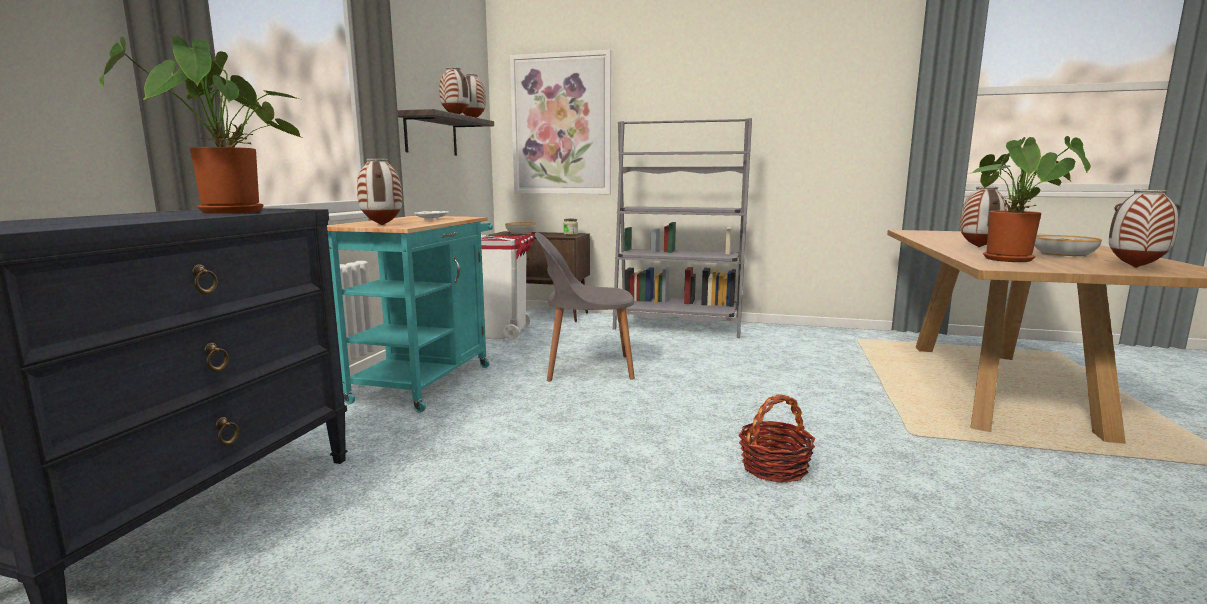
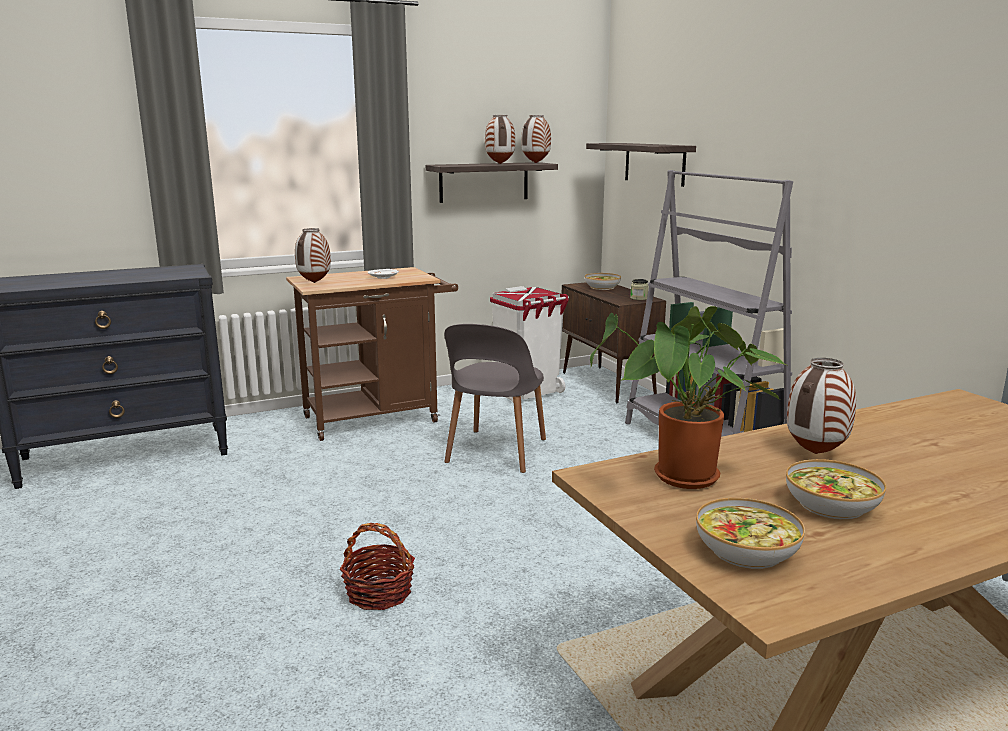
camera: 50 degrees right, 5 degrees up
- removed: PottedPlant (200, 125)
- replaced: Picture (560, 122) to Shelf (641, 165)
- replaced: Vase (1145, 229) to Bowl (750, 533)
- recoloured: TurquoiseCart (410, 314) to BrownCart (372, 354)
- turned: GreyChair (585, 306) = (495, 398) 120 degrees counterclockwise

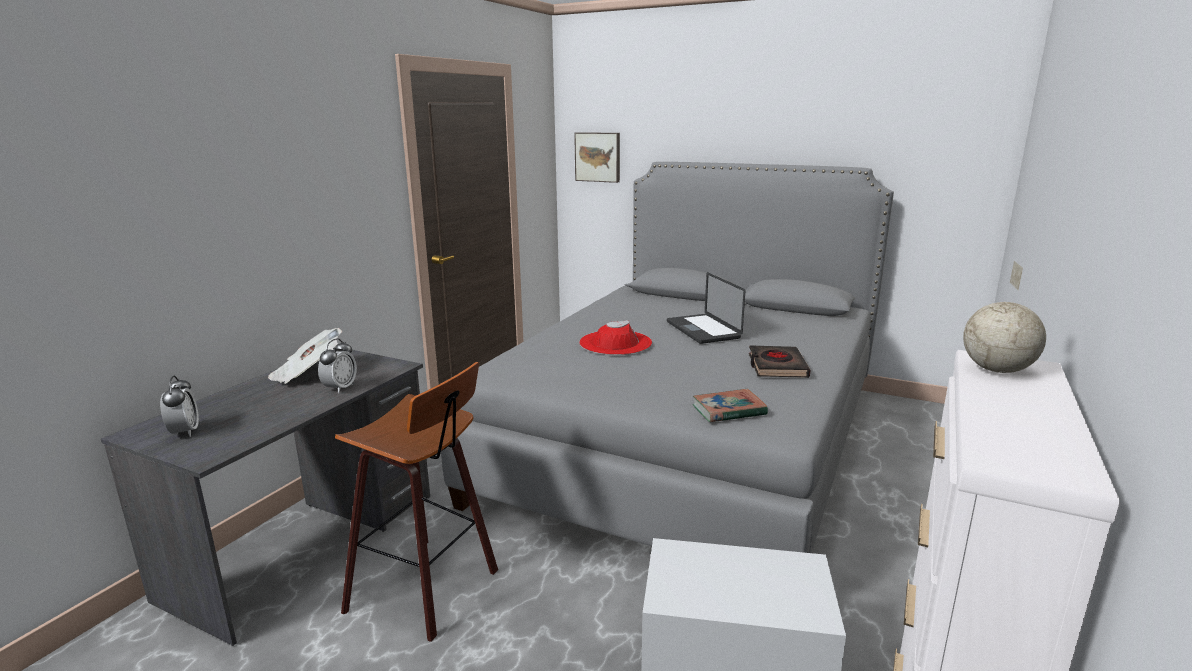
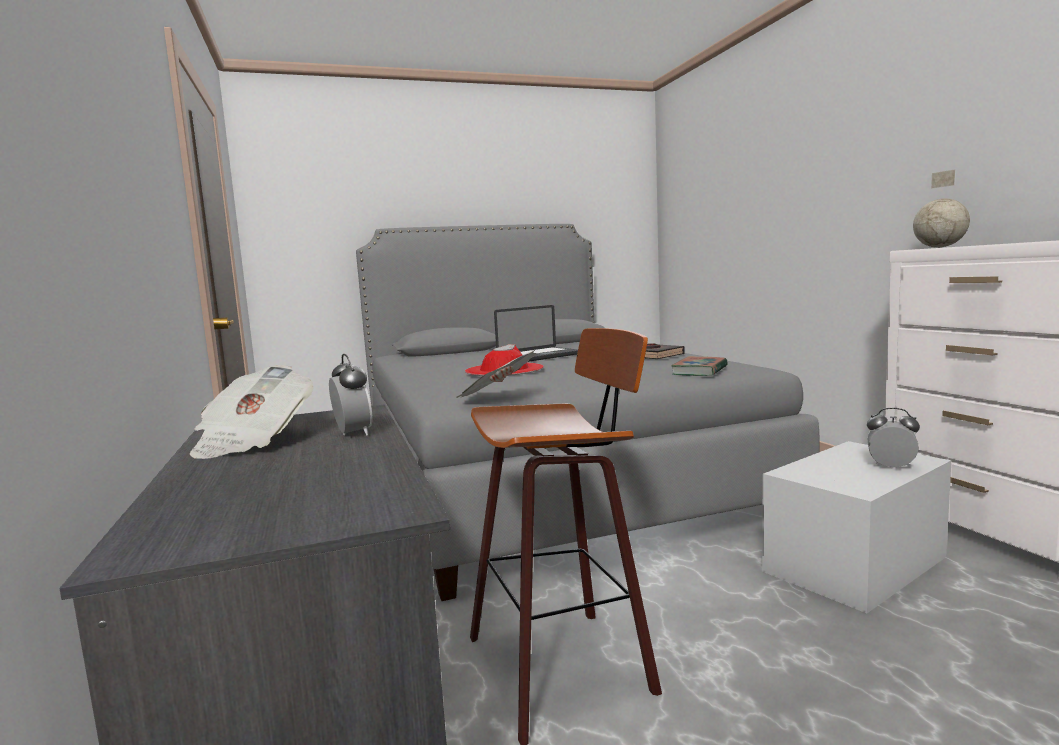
camera: 45 degrees left, 10 degrees down
- removed: Picture (597, 157)
- added: Newspaper (496, 374)
- moved: AlarmClock (179, 406) to (893, 438)
- turned: Laptop (706, 308) = (536, 333) 60 degrees counterclockwise

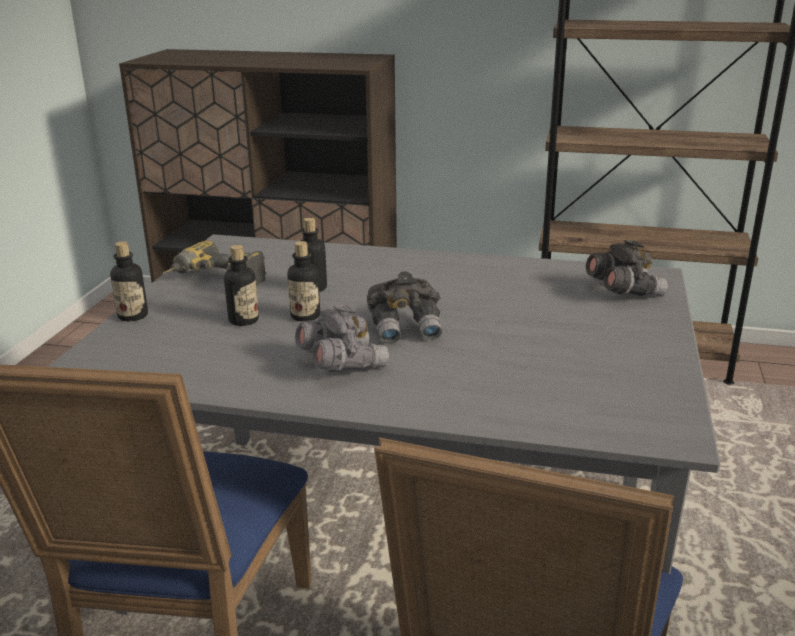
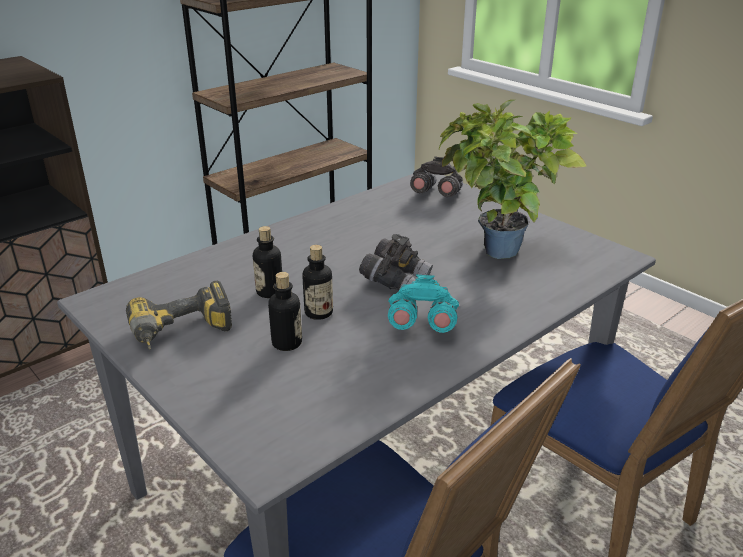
camera: 55 degrees left, 5 degrees up
- removed: Bottle (129, 281)
- added: PottedPlant (513, 179)
- recoloured: GreyBinoculars (342, 338) to TurquoiseBinoculars (423, 304)

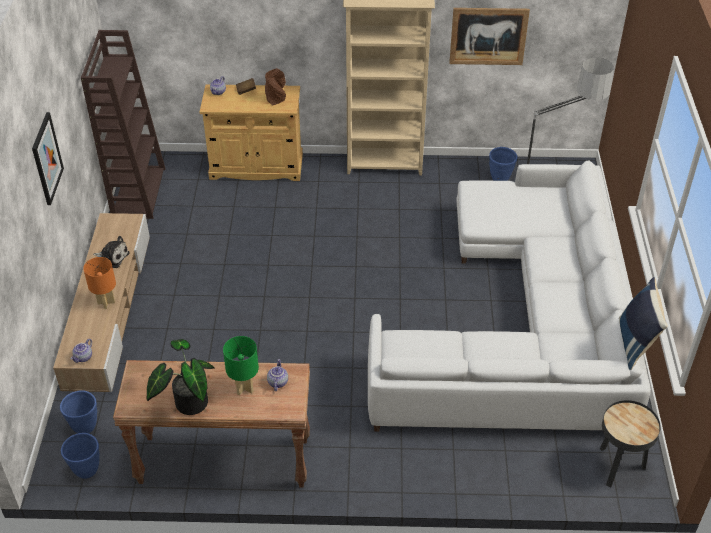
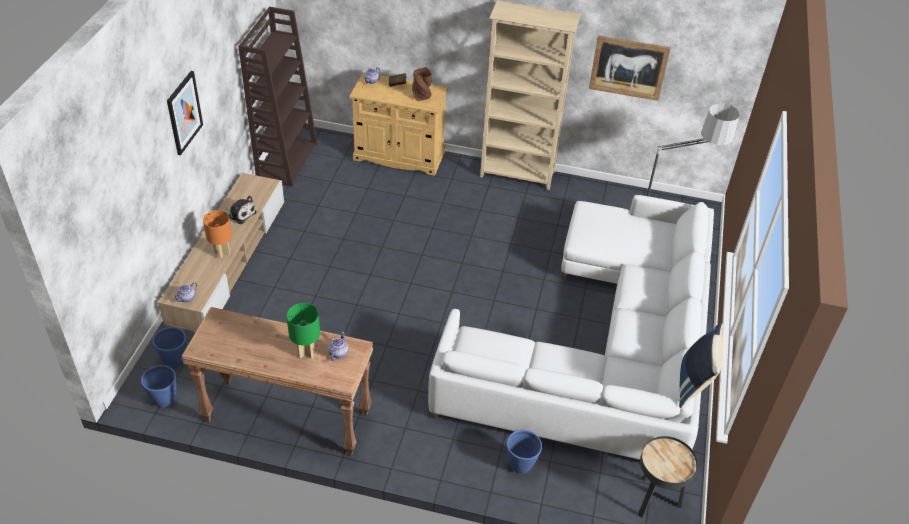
camera: 10 degrees right, 0 degrees up
- removed: PottedPlant (181, 377)
- moved: BluePlanter (503, 164) to (524, 452)

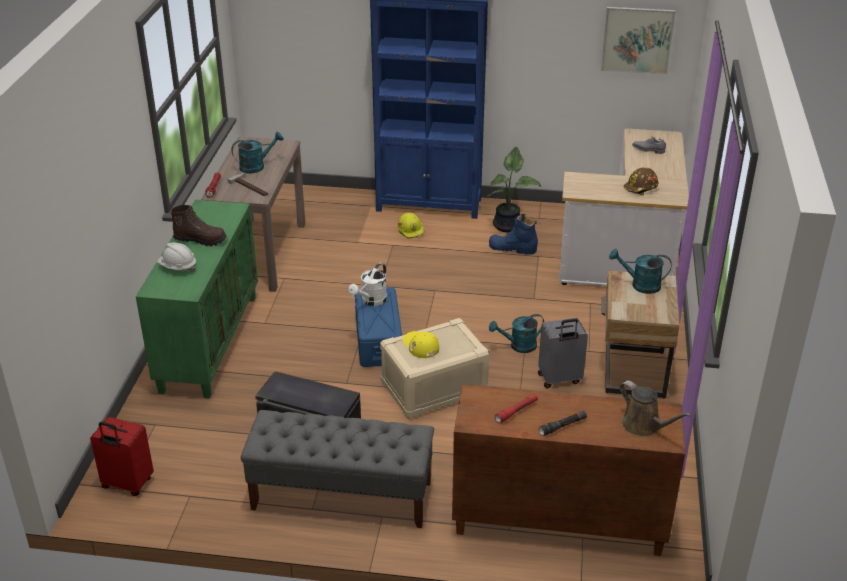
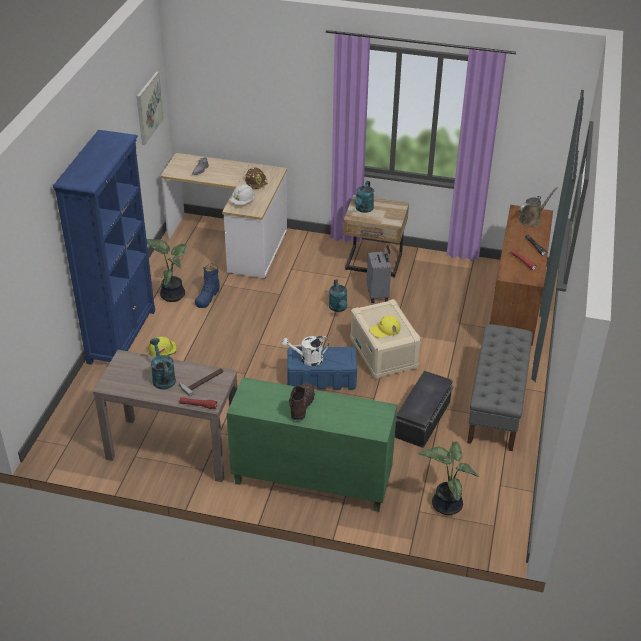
camera: 85 degrees left, 5 degrees up
- removed: RedSuitcase (122, 456)
- added: PottedPlant (448, 478)
- moved: WhiteHardHat (176, 257) to (243, 194)
- turned: WhiteWateringCan (368, 284) = (305, 351) 135 degrees clockwise

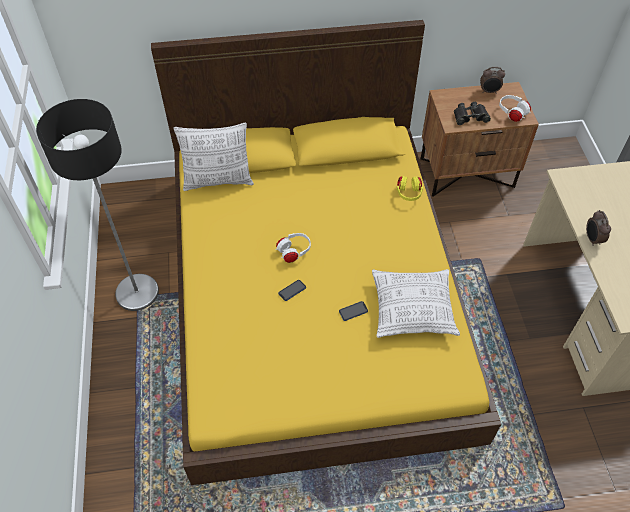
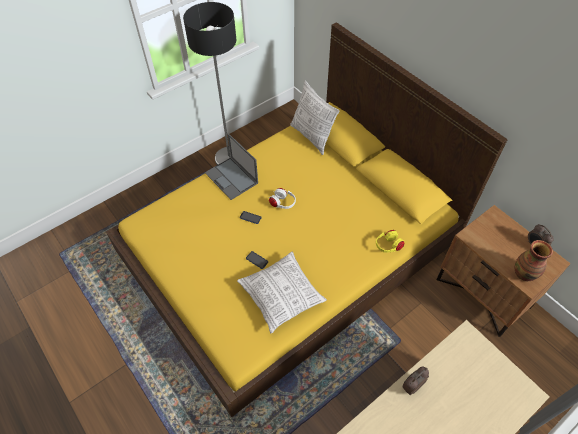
camera: 60 degrees right, 0 degrees up
- removed: BlackBinoculars (472, 113)
- added: Laptop (231, 167)
- replaced: WhiteHeadphones (515, 108) to Vase (534, 260)

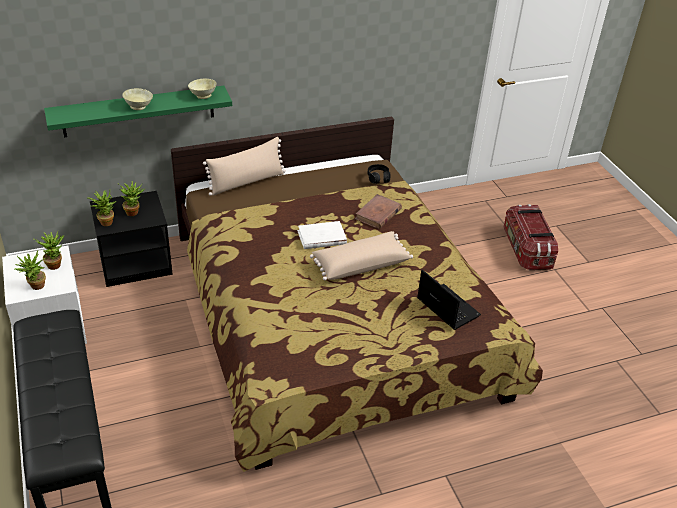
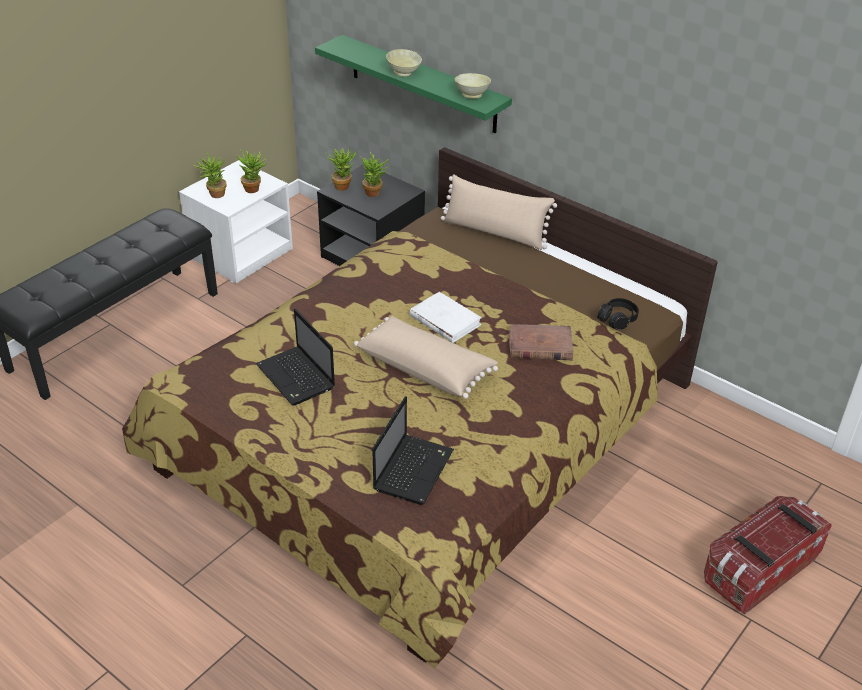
camera: 60 degrees right, 0 degrees up
- added: Laptop (295, 357)

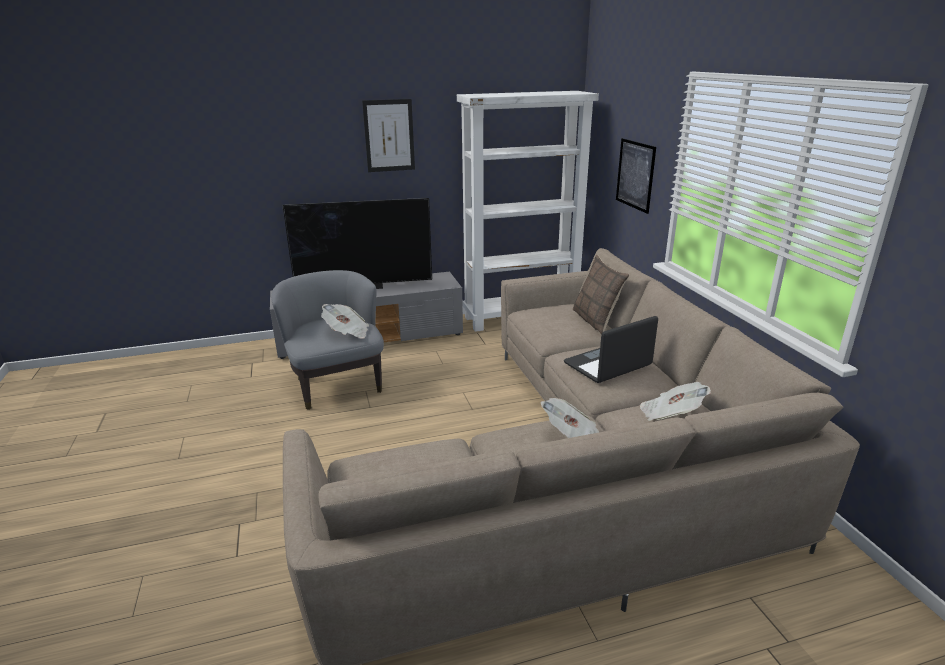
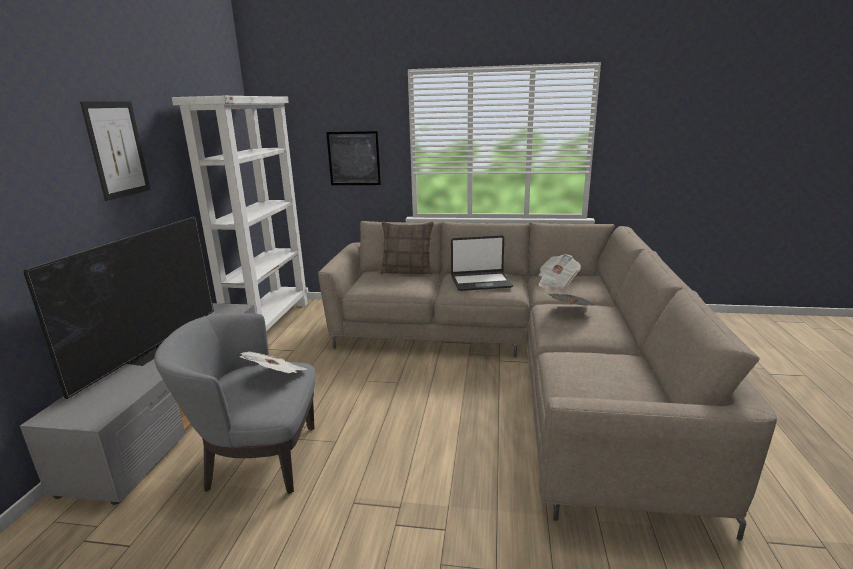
camera: 65 degrees left, 5 degrees down
- turned: Laptop (611, 349) = (482, 263) 90 degrees counterclockwise

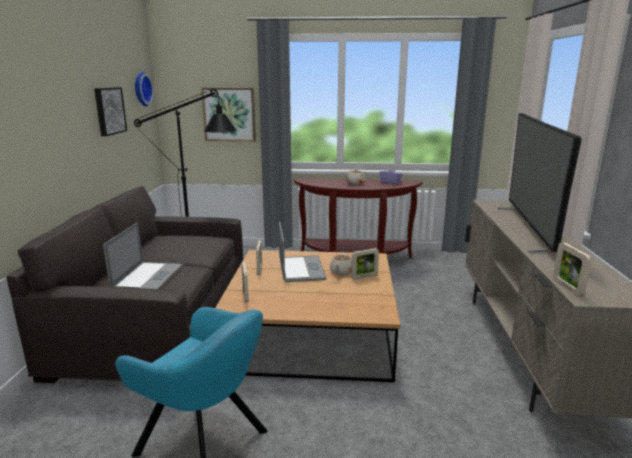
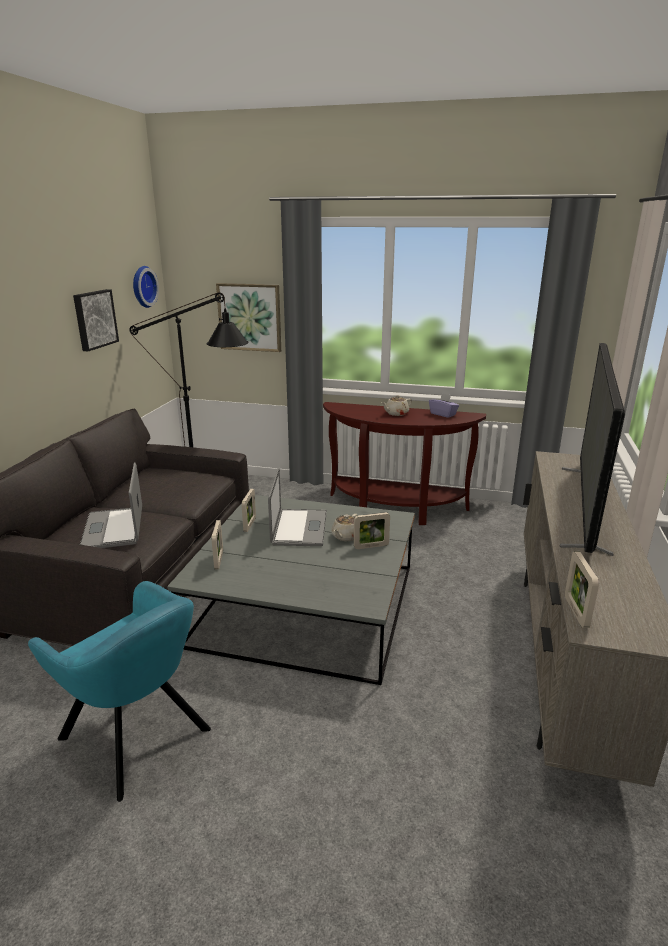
camera: 10 degrees right, 5 degrees up
- recoloured: BrownCoffeeTable (307, 316) to GreyCoffeeTable (291, 590)
- turned: Laptop (143, 255) = (111, 505) 150 degrees clockwise

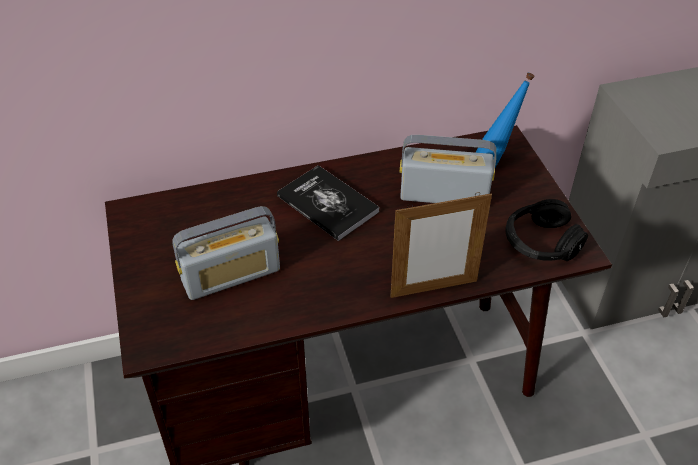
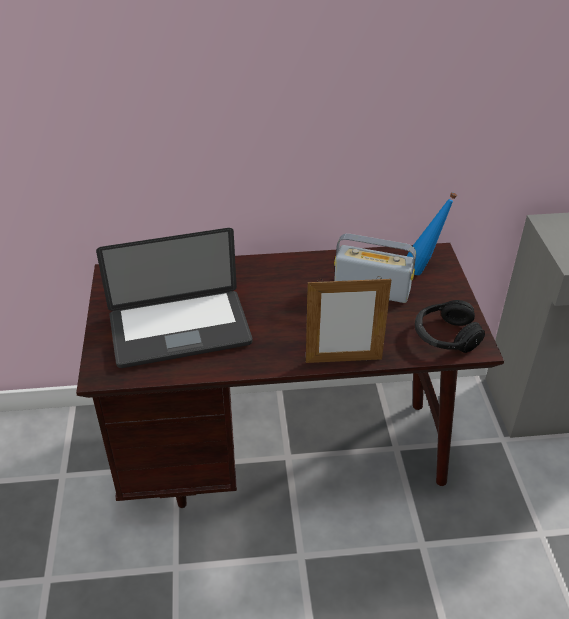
camera: 10 degrees right, 5 degrees down
- removed: Book (328, 203)
- replaced: Radio (226, 253) to Laptop (174, 298)

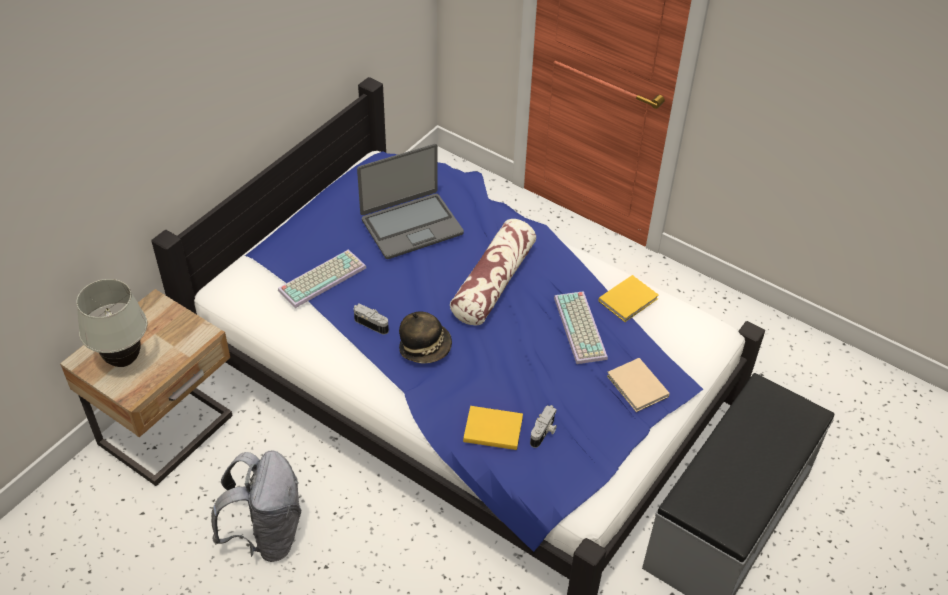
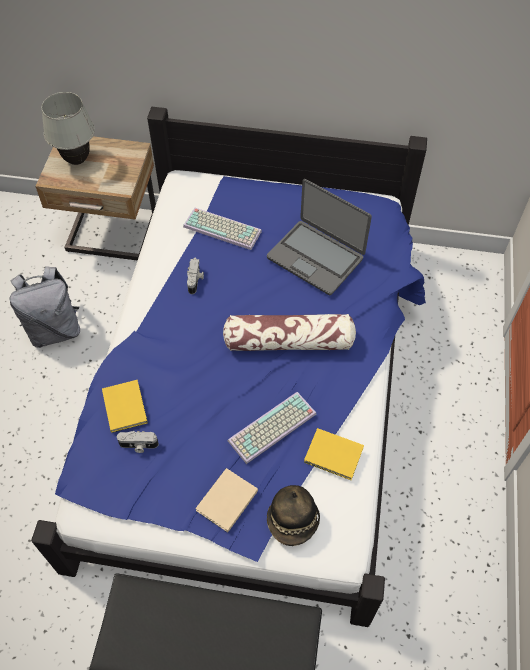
camera: 65 degrees right, 10 degrees up
- moved: Hat (425, 337) to (293, 515)

